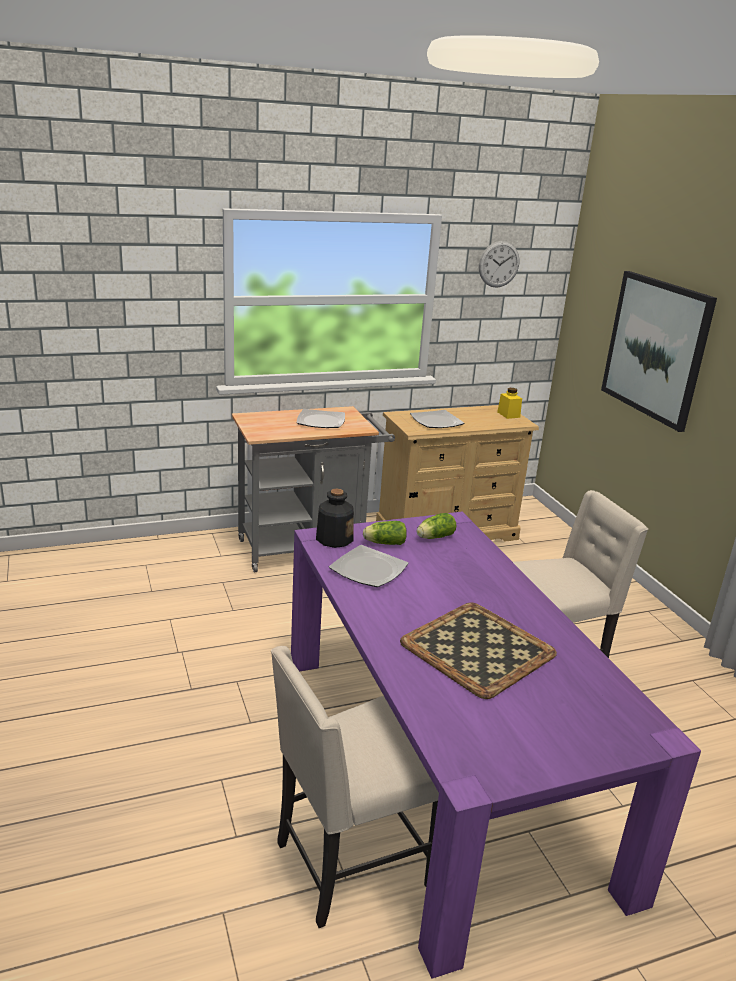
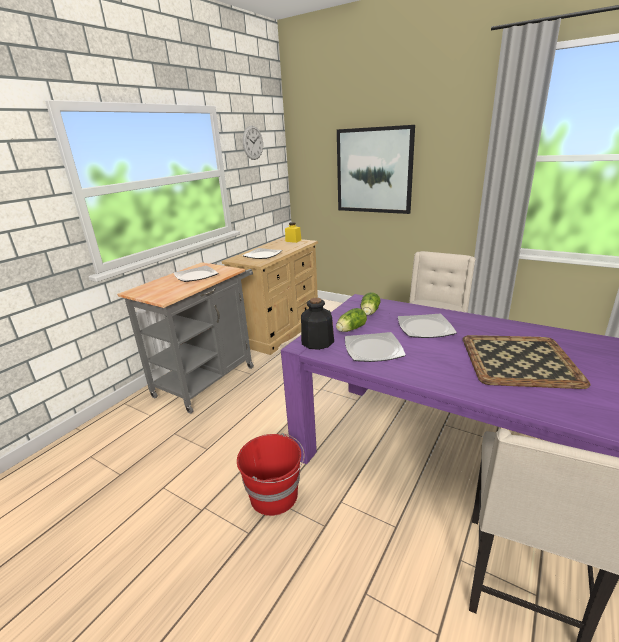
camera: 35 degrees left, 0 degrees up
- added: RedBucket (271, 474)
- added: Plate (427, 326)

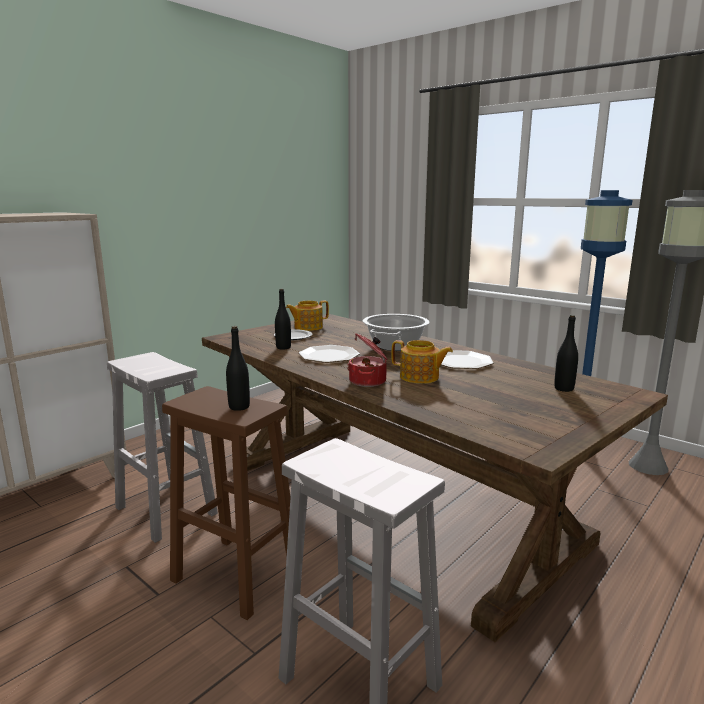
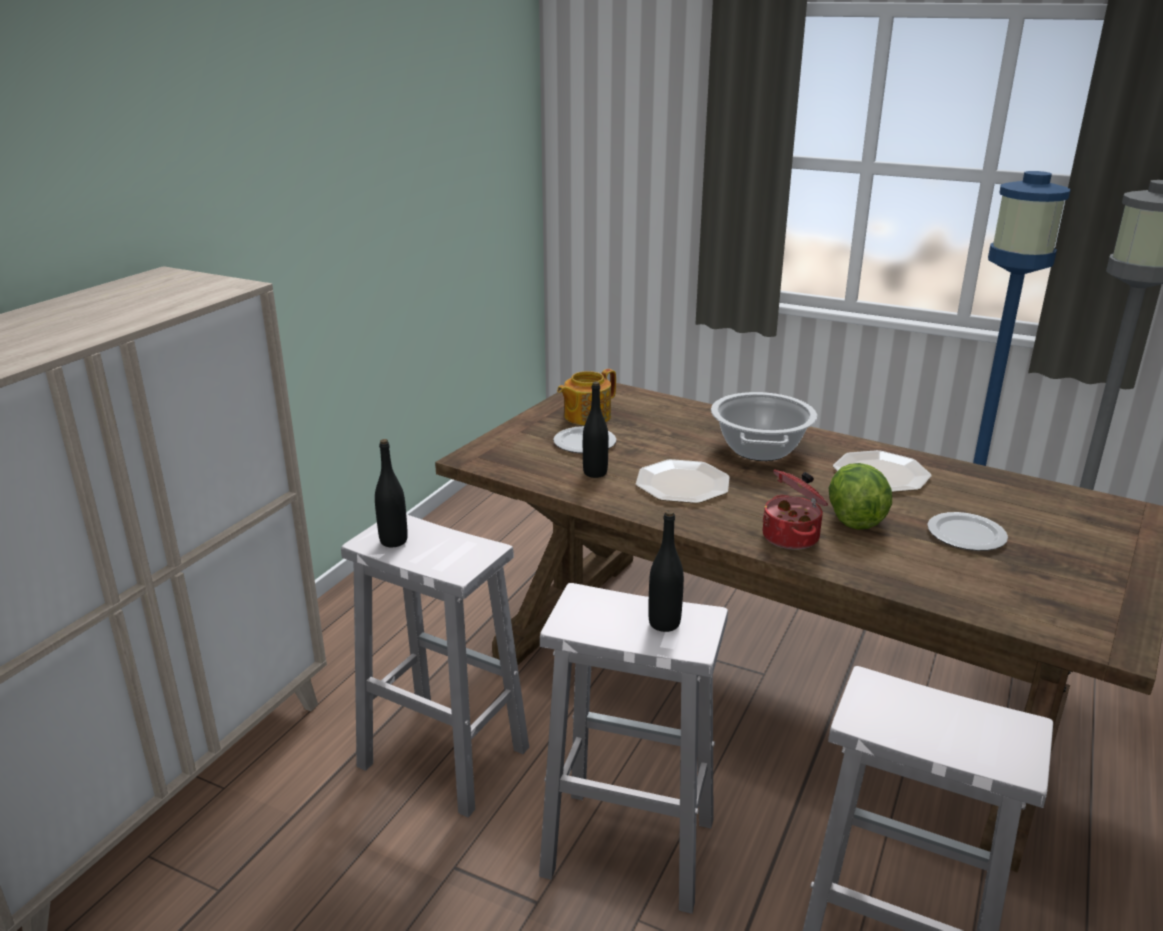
camera: 15 degrees left, 10 degrees up
- added: Plate (967, 531)
- moved: BlackBottle (566, 353) to (391, 493)
- replaced: Teapot (422, 362) to Lettuce (860, 496)
- recoloured: BrownStool (226, 503) to WhiteStool (633, 748)

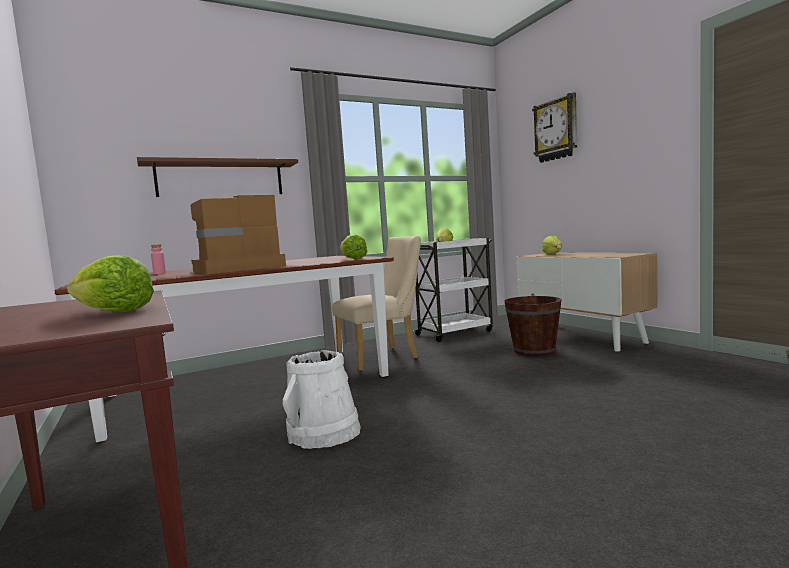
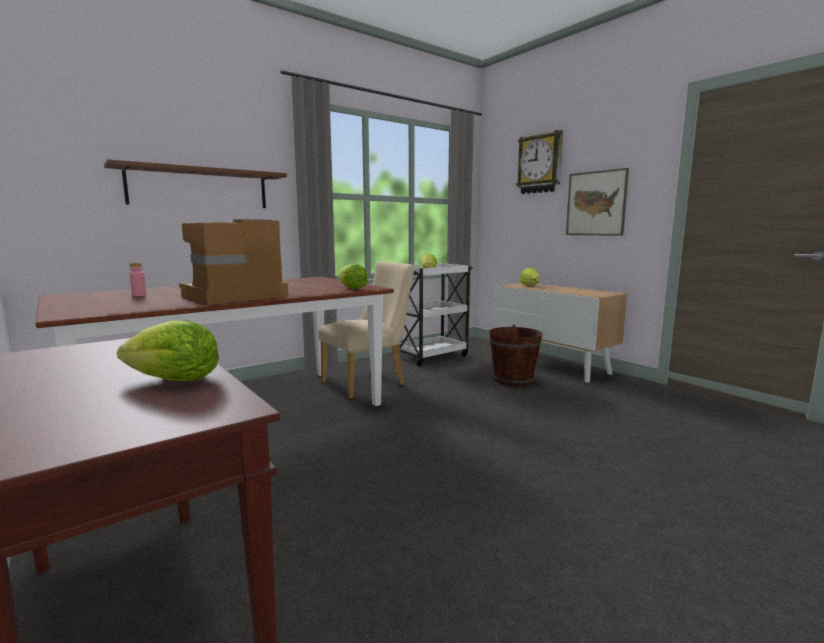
camera: 10 degrees left, 5 degrees up
- removed: WhiteBucket (322, 399)
- added: Picture (597, 202)

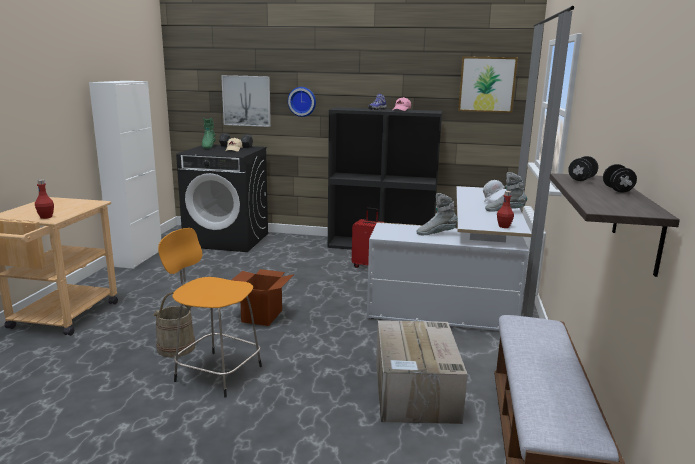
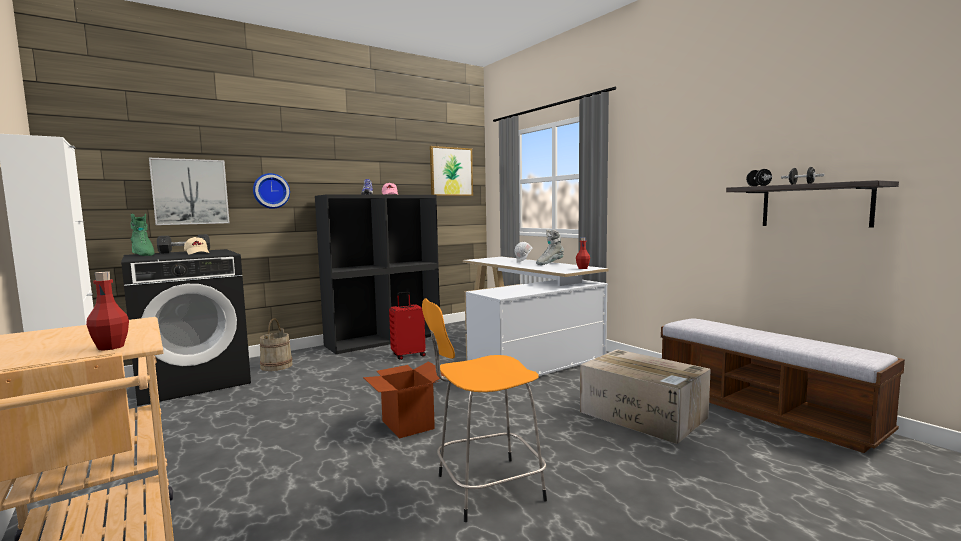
camera: 45 degrees left, 10 degrees down
- removed: GreyBoot (437, 214)
- moved: BeigeBucket (174, 324) to (276, 344)

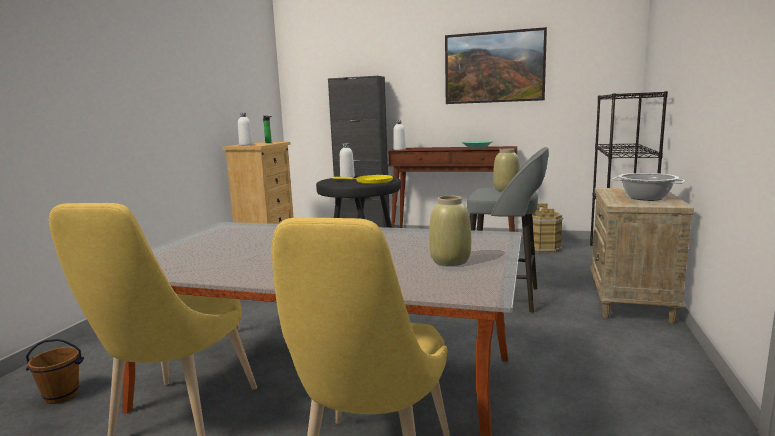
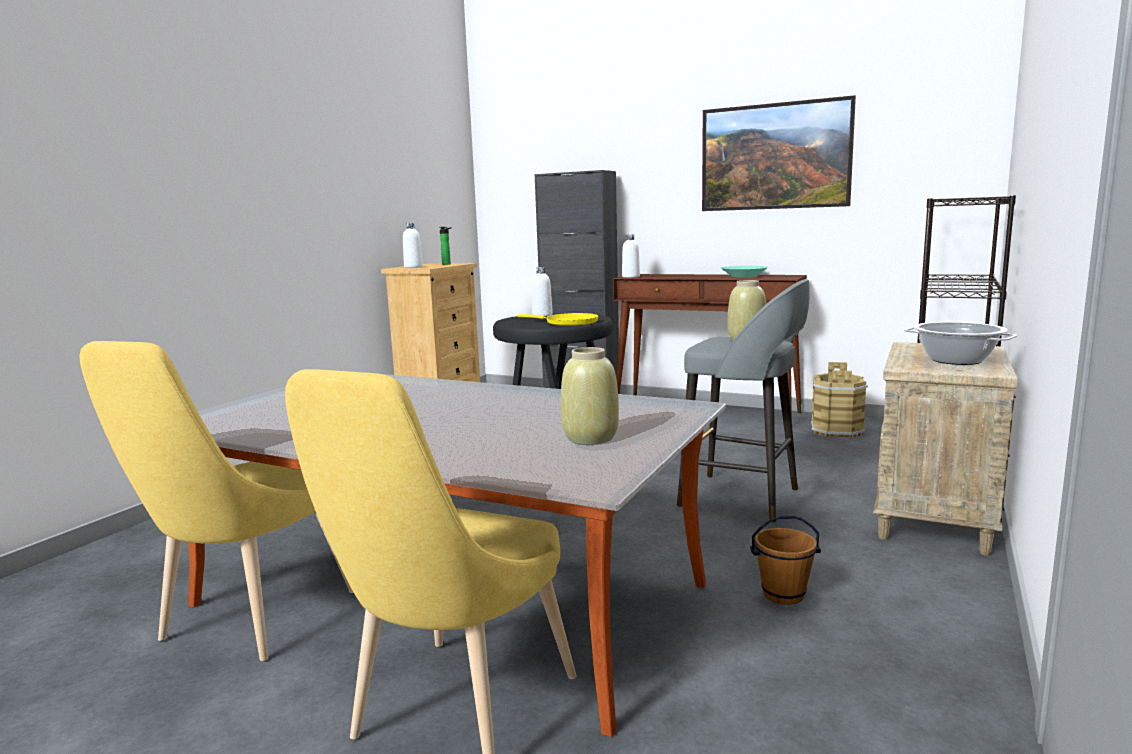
camera: 10 degrees right, 0 degrees up
- moved: BrownBucket (55, 371) to (785, 560)

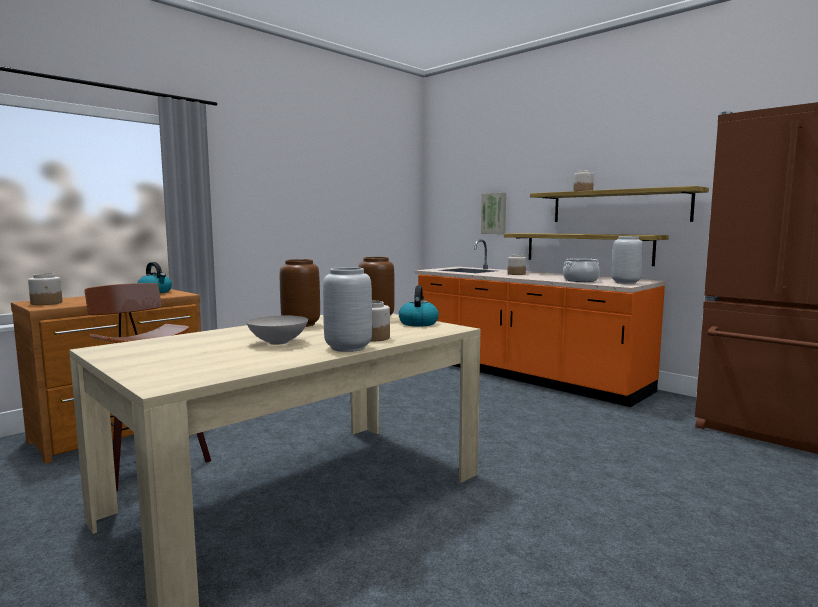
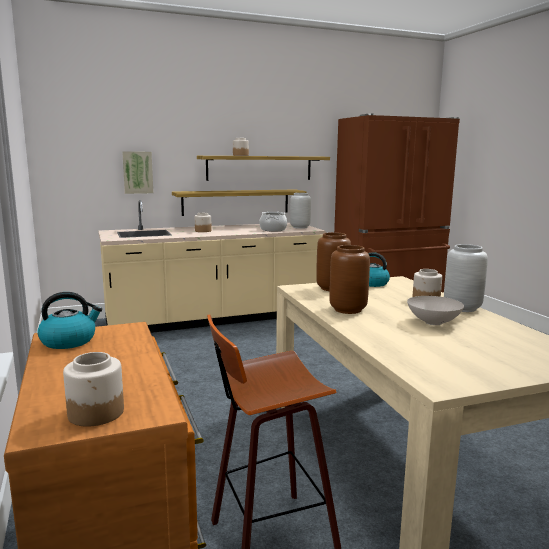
camera: 65 degrees left, 5 degrees up
- recoloured: OrangeCounter (541, 323) to BeigeCounter (212, 266)

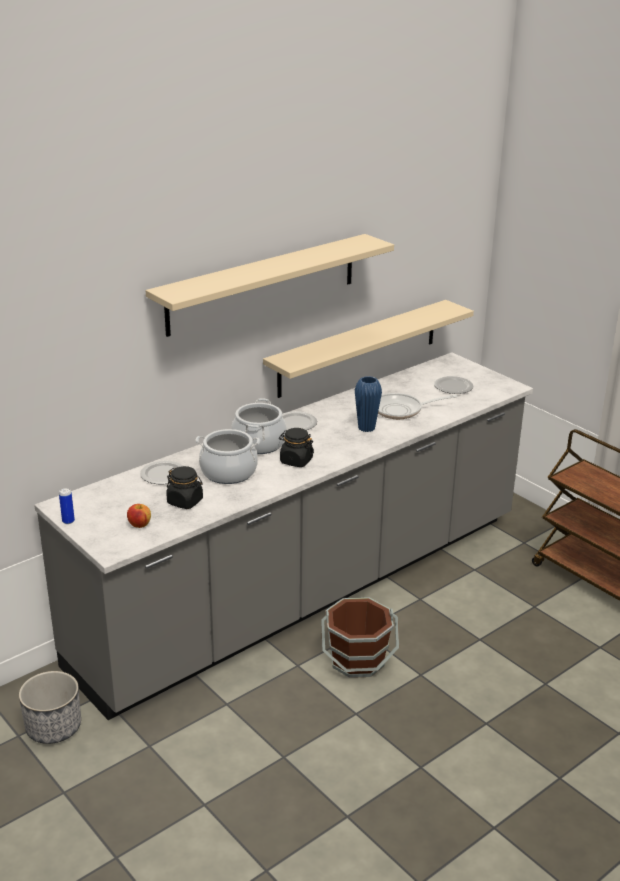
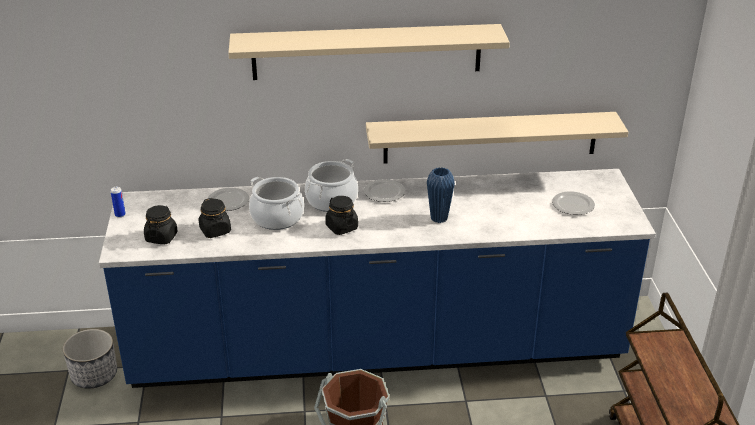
camera: 35 degrees right, 5 degrees up
- removed: FryingPan (417, 406)
- replaced: Apple (139, 516) to BlackJar (161, 224)
- recoloured: GreyCounter (283, 536) to BlueCounter (377, 278)

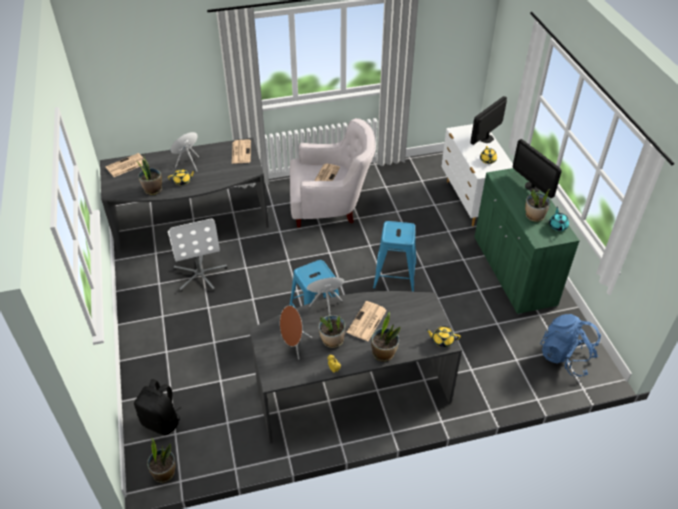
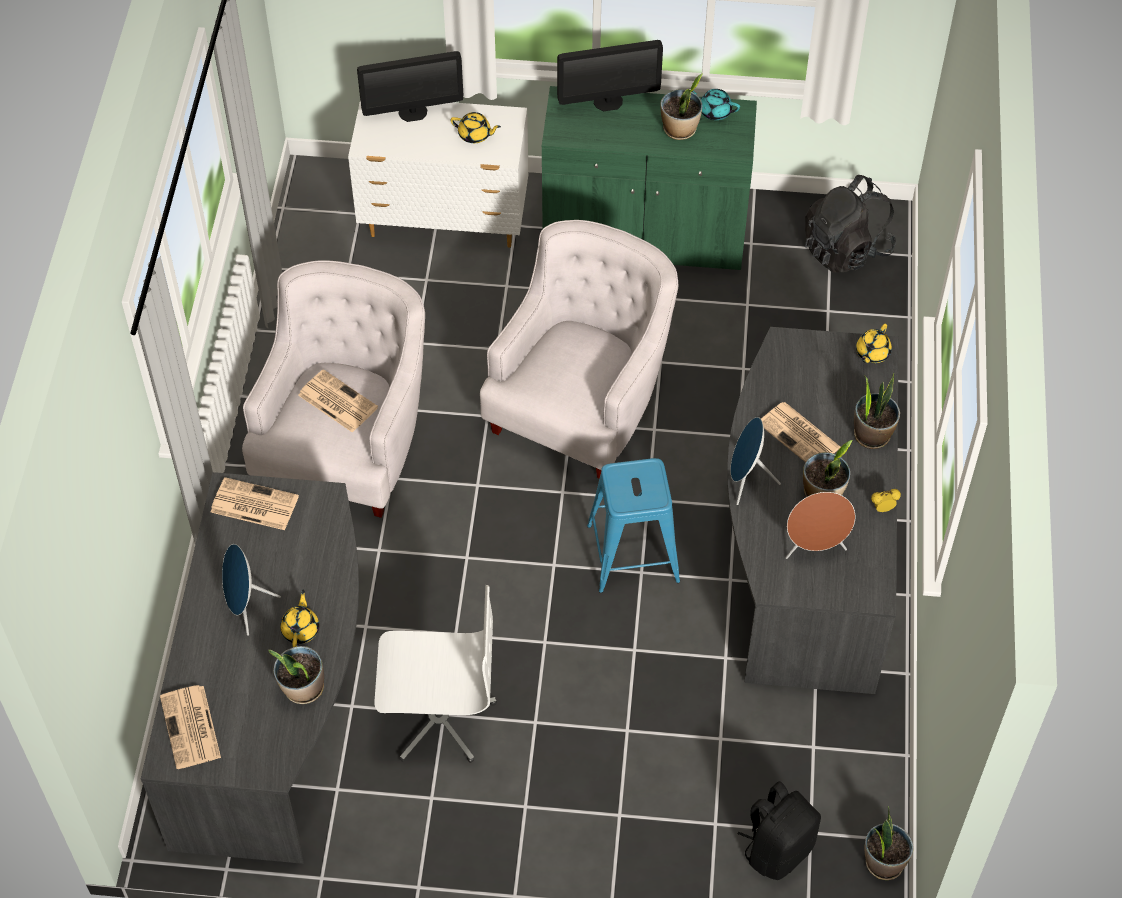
camera: 70 degrees left, 10 degrees up
- replaced: BlueStool (394, 256) to WhiteArmchair (579, 349)
- recoloured: BlueBackpack (570, 345) to BlackBackpack (850, 224)
- turned: Monitor (488, 120) = (410, 86) 75 degrees counterclockwise

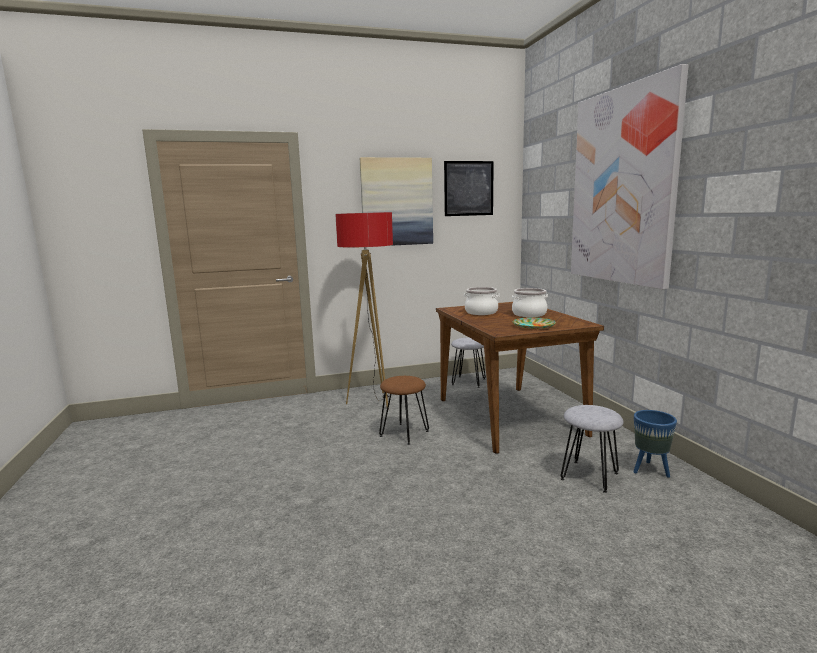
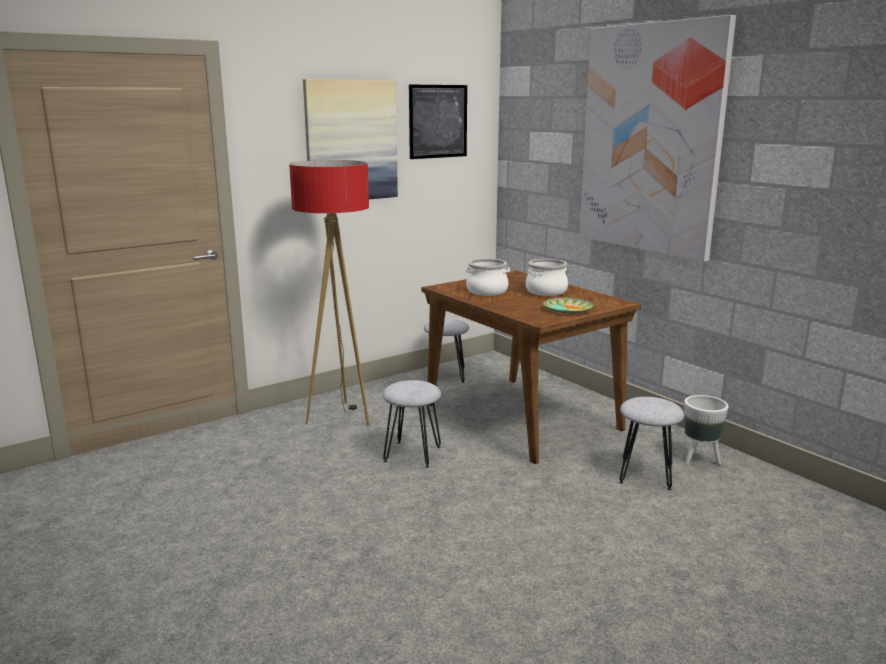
camera: 20 degrees left, 5 degrees up
- recoloured: BrownStool (404, 410) to GreyStool (412, 424)
- recoloured: BluePlanter (655, 444) to WhitePlanter (706, 430)

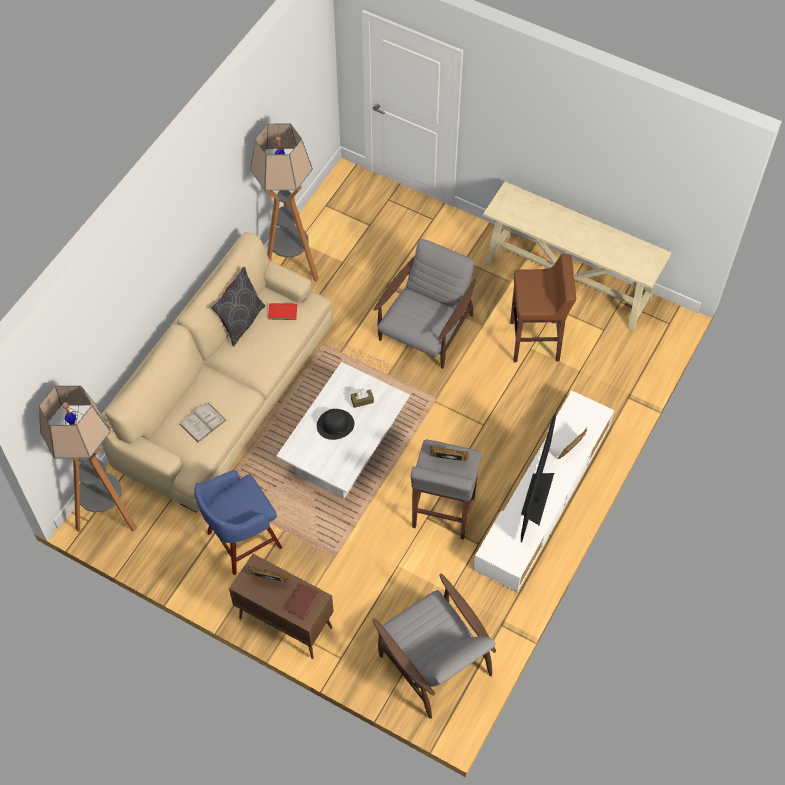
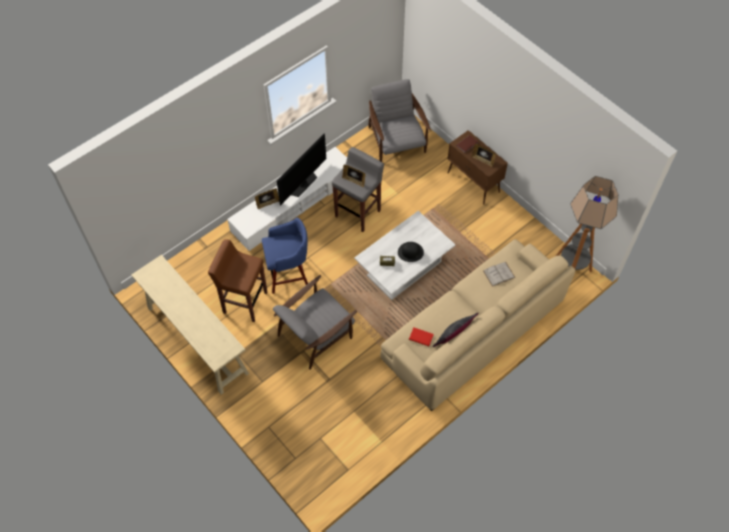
camera: 160 degrees left, 0 degrees up
- removed: FloorLamp (284, 203)
- moved: BlueStool (238, 522) to (285, 256)

